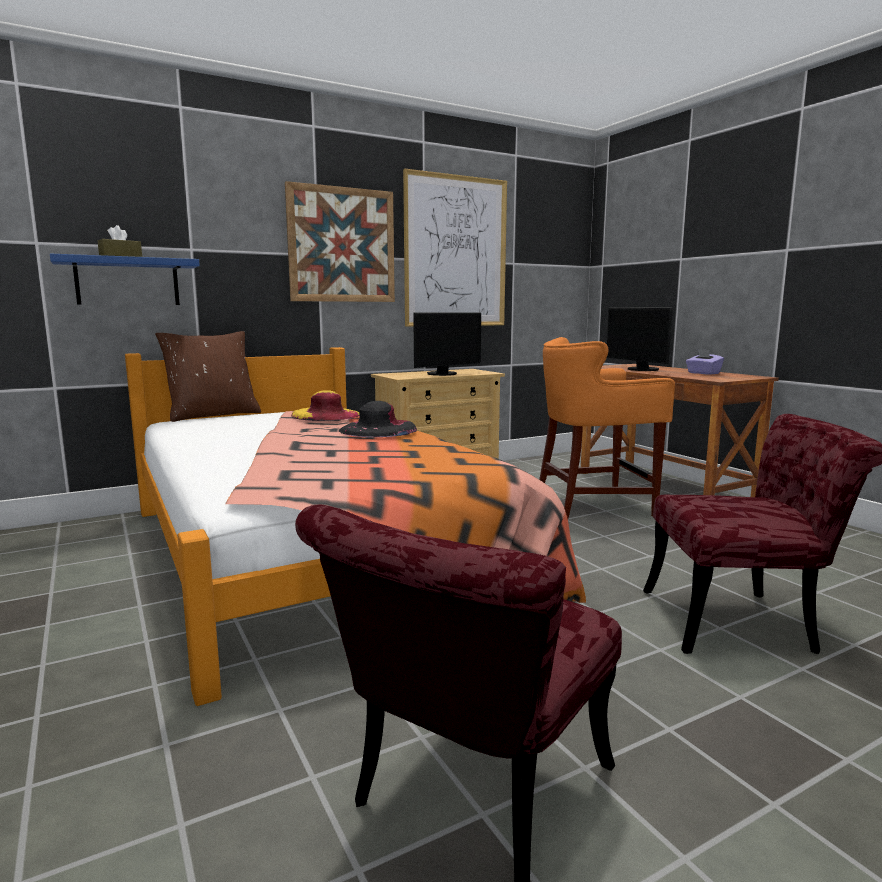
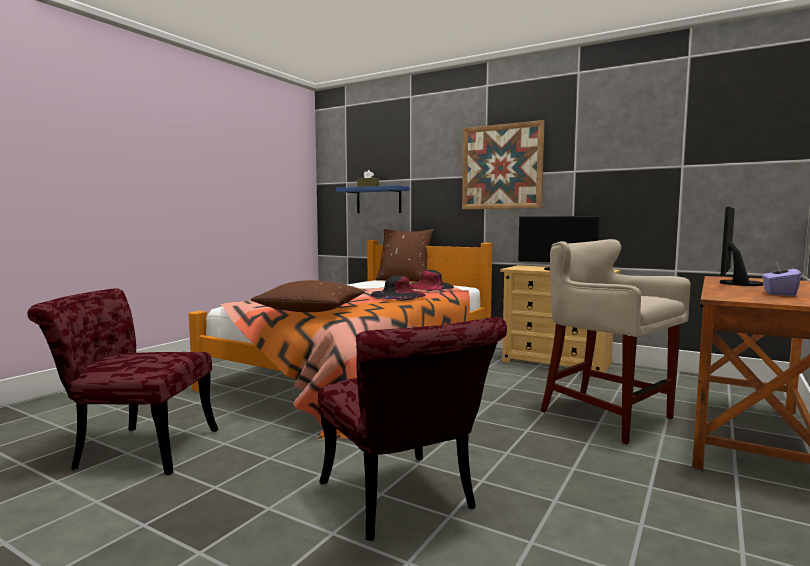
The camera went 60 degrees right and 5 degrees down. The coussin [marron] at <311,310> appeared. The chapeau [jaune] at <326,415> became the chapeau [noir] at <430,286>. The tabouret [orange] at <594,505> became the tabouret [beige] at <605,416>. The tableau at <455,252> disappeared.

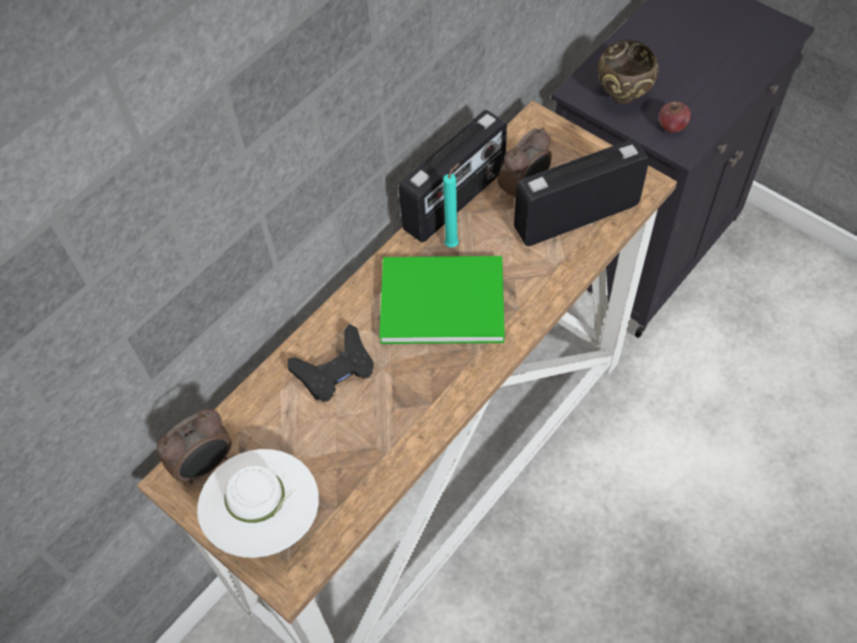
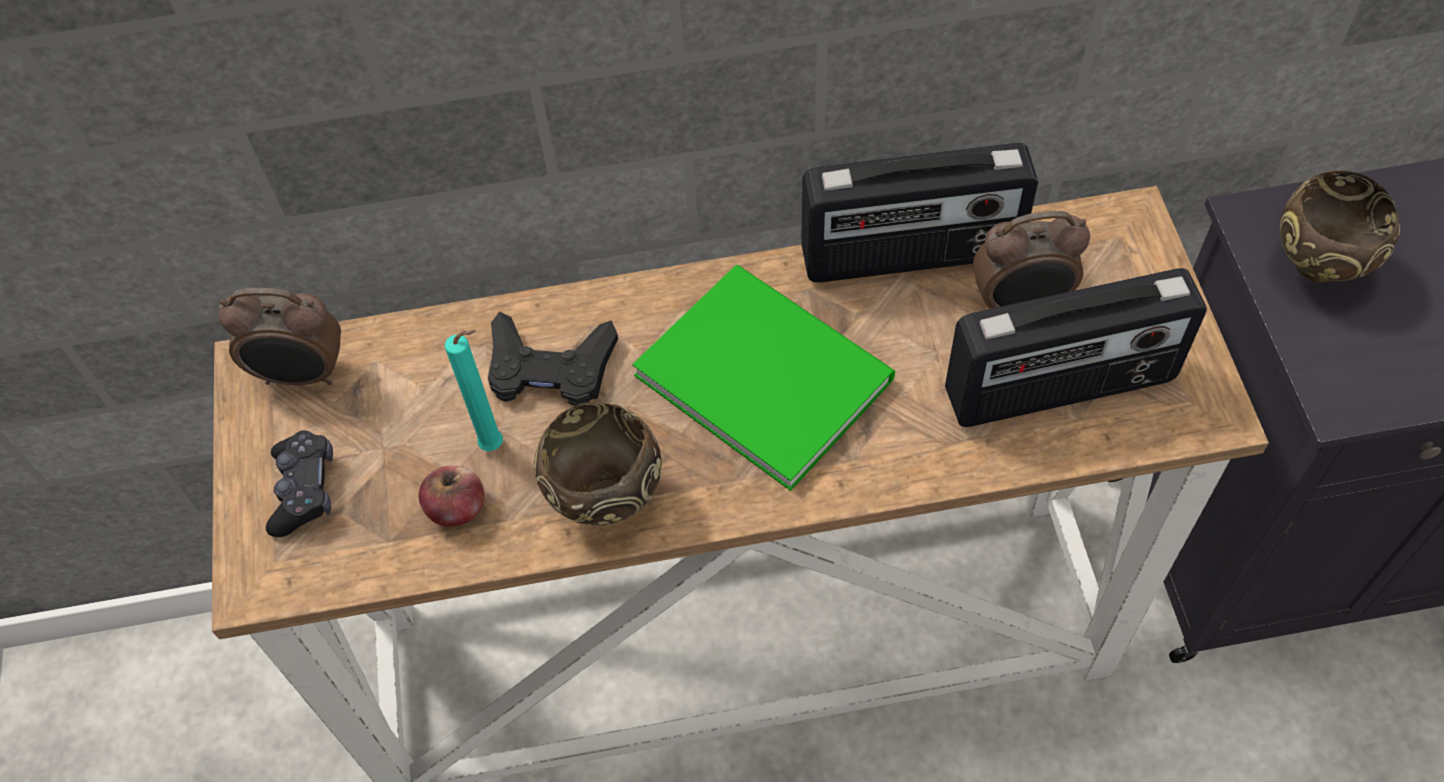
The camera went 40 degrees right and 0 degrees up. The chapeau [blanc] at <266,518> was replaced by the manette [noir] at <304,490>. The pomme moved from <672,126> to <457,508>. The bougie [turquoise] moved from <453,244> to <496,445>. The bol [marron] at <604,499> appeared. The radio at <575,216> turned 150 degrees clockwise.

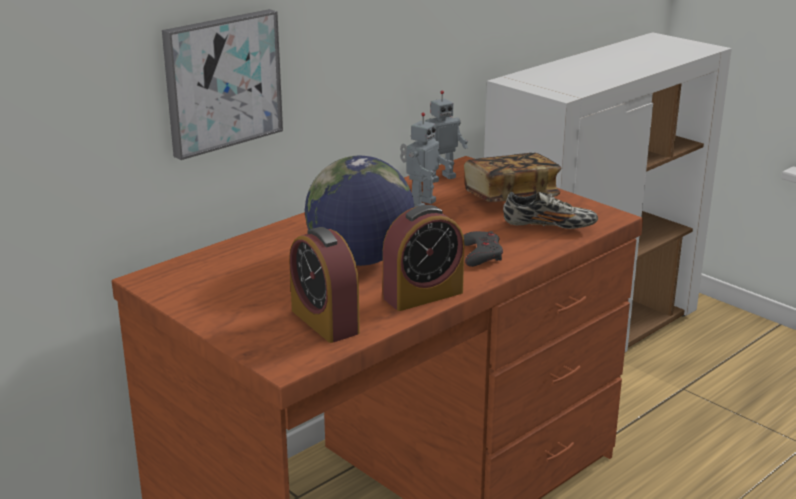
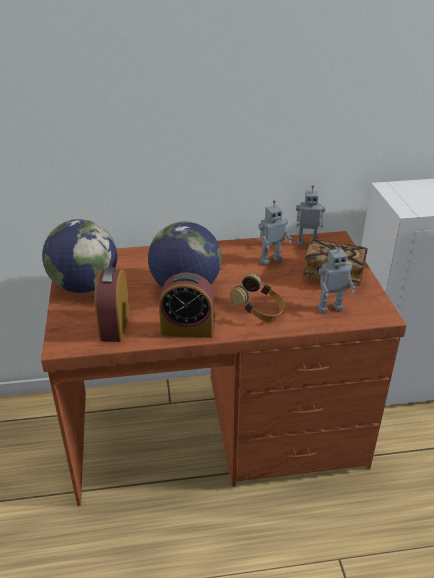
The camera went 35 degrees right and 10 degrees up. The globe at <84,286> appeared. The manette [gris] at <481,254> was replaced by the casque audio at <259,312>. The chaussure at <549,226> was replaced by the robot jouet at <329,307>. The tableau at <221,82> disappeared.

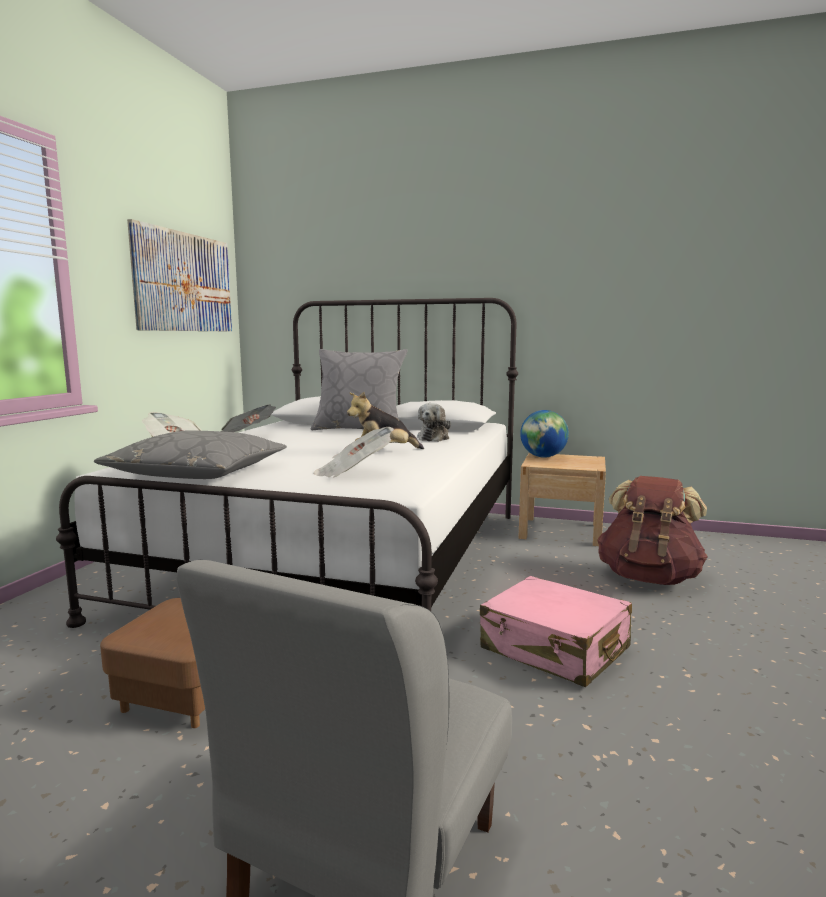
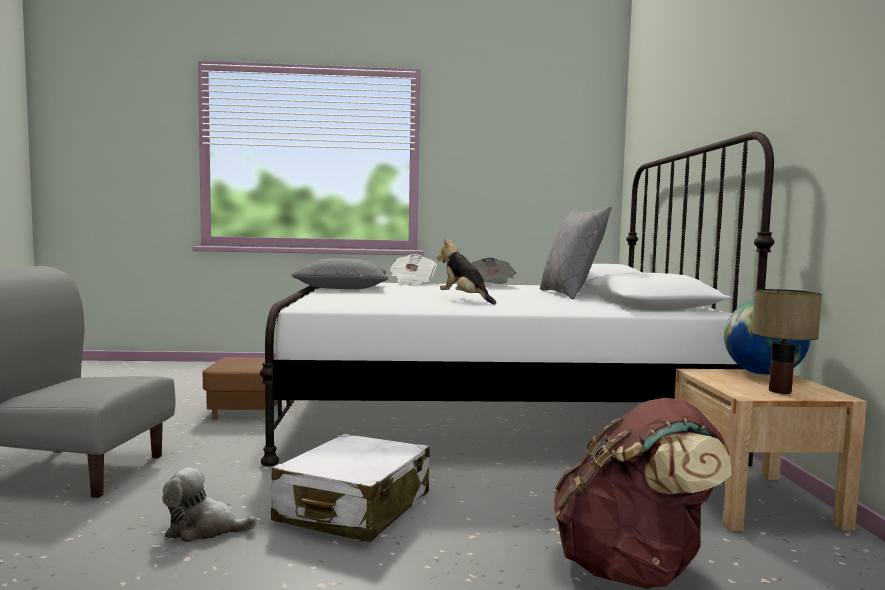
The camera went 70 degrees right and 5 degrees down. The peluche moved from <434,438> to <204,529>. The valise [rose] at <554,649> became the valise [blanc] at <354,508>. The lampe de table at <779,391> appeared. The tableau at <184,282> disappeared. The journal at <354,473> disappeared.

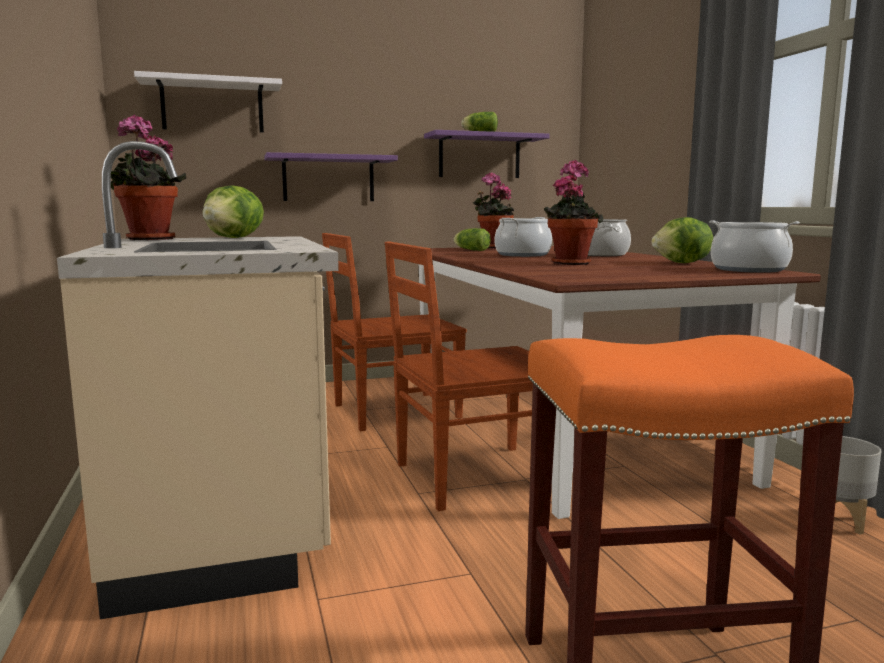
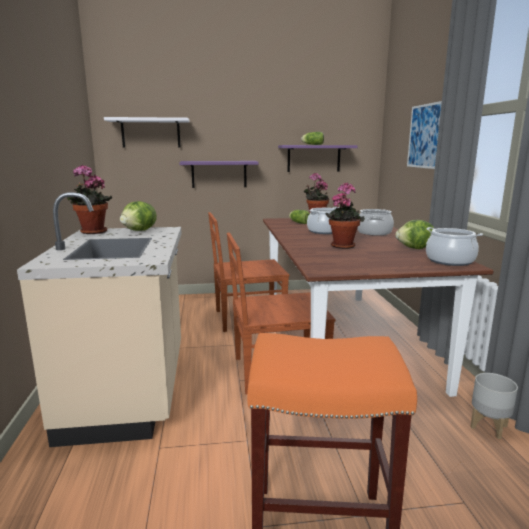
The camera went 10 degrees right and 5 degrees up. The tableau at <424,136> appeared.

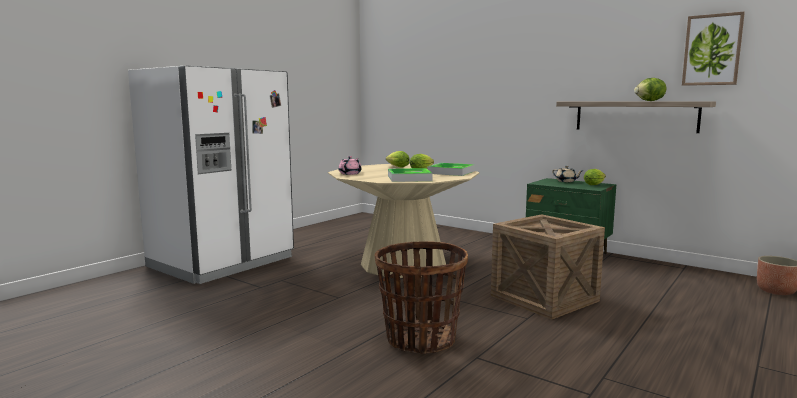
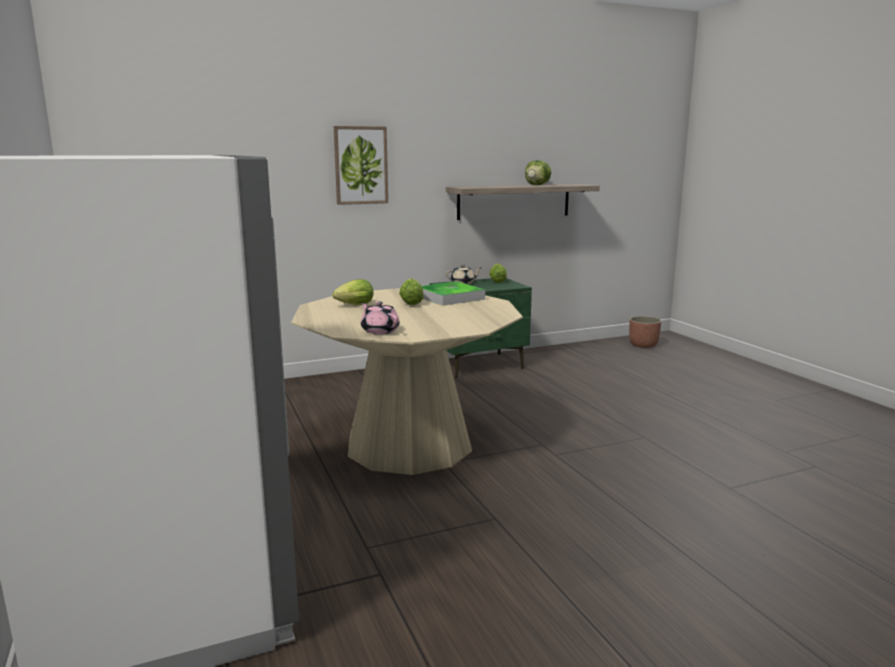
The camera went 60 degrees left and 5 degrees up. The tableau moved from <712,50> to <361,165>. The panier at <420,339> disappeared. The plateau at <409,178> disappeared. The caisse at <544,298> disappeared.

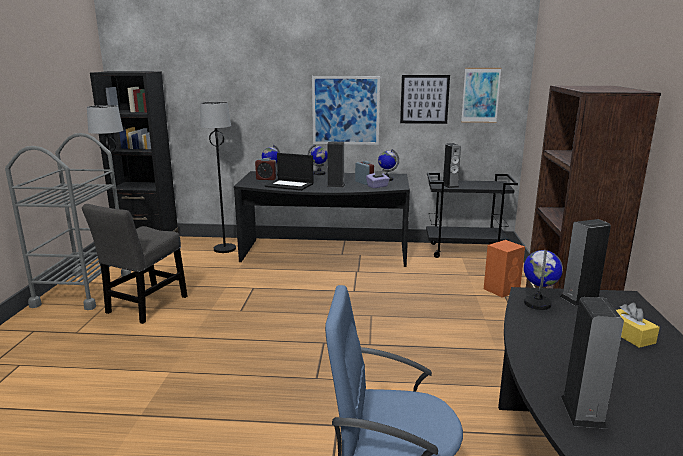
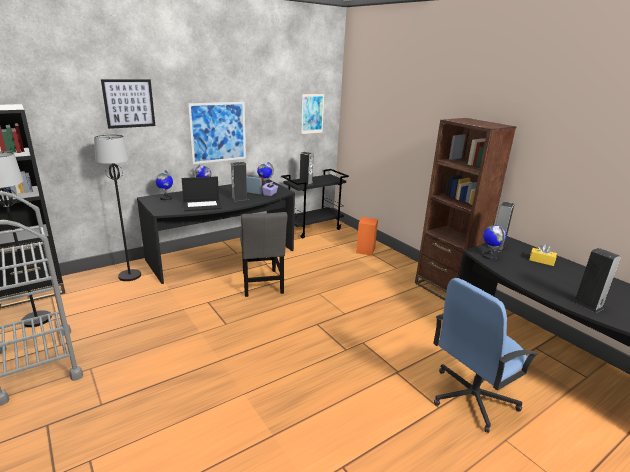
The camera went 40 degrees left and 5 degrees up. The tableau moved from <424,99> to <129,103>. The chaise [gris] moved from <144,306> to <262,284>. The réveil at <266,179> disappeared.

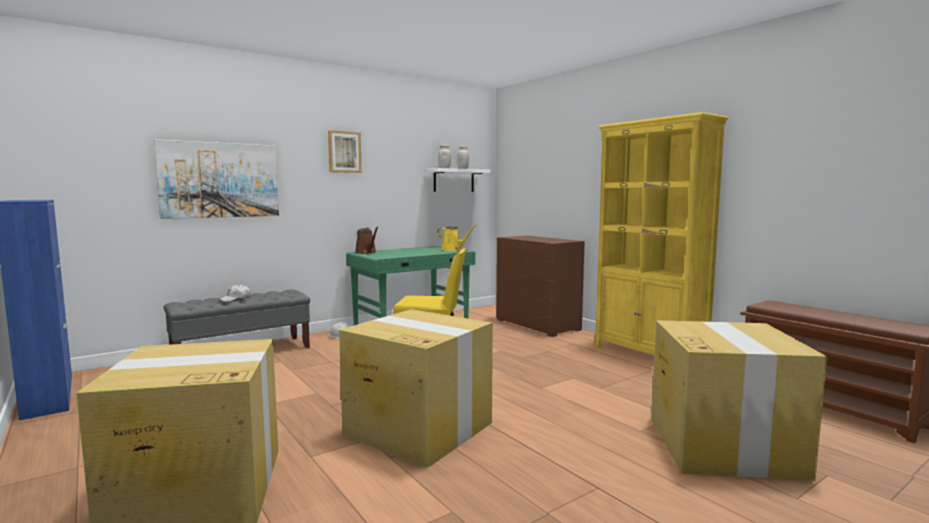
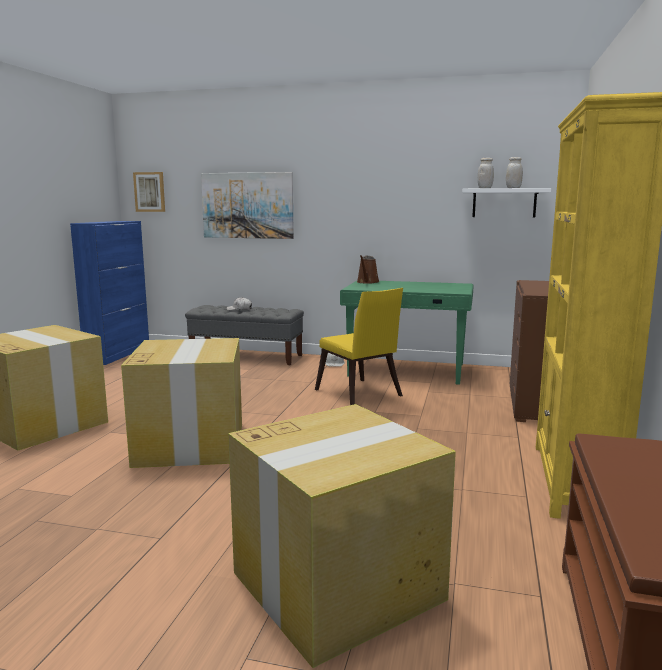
The camera went 50 degrees right and 5 degrees up. The tableau moved from <344,152> to <149,192>. The arrosoir [jaune] at <453,249> disappeared.

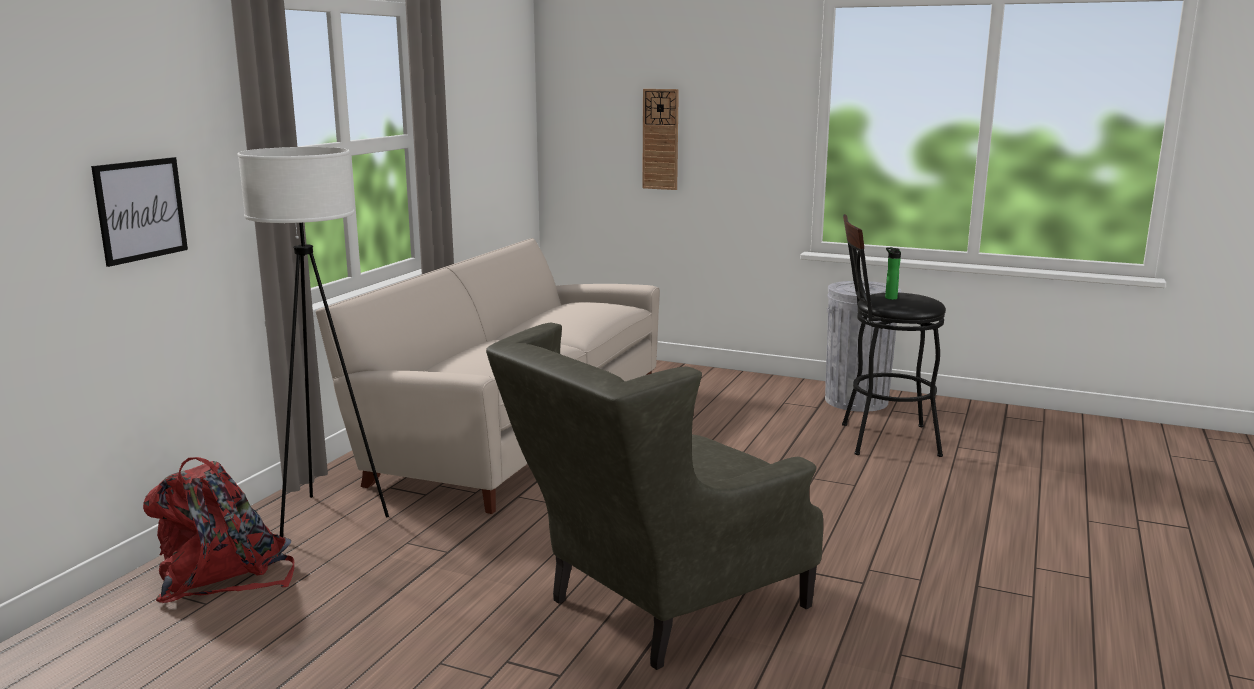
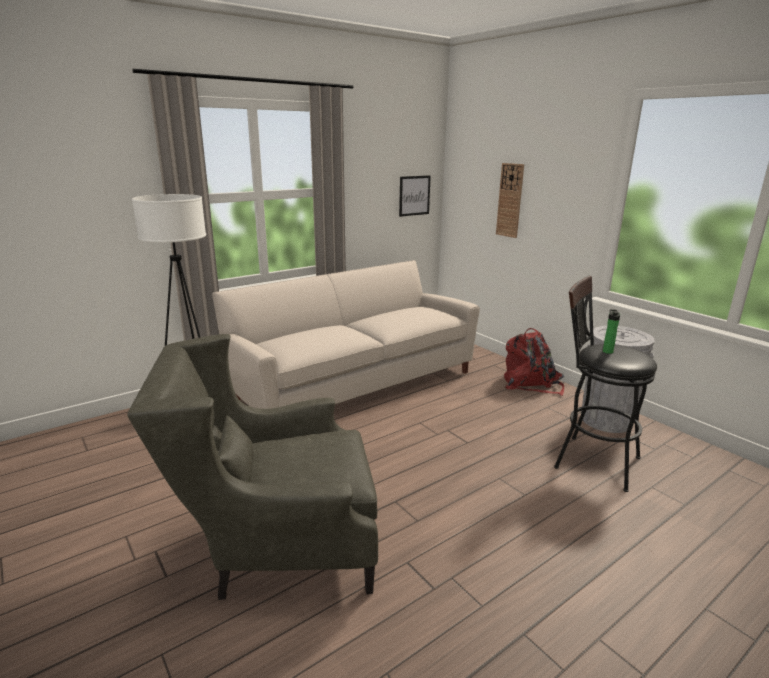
The camera went 30 degrees right and 5 degrees up. The tableau moved from <141,210> to <414,195>. The sac à dos [rouge] moved from <223,575> to <530,384>.

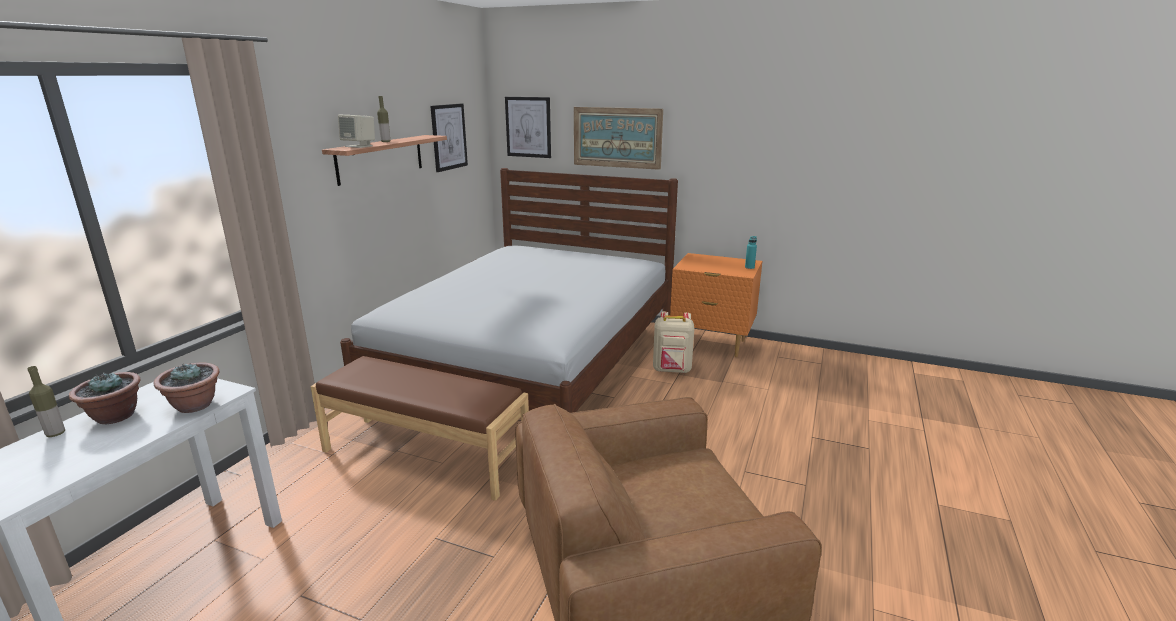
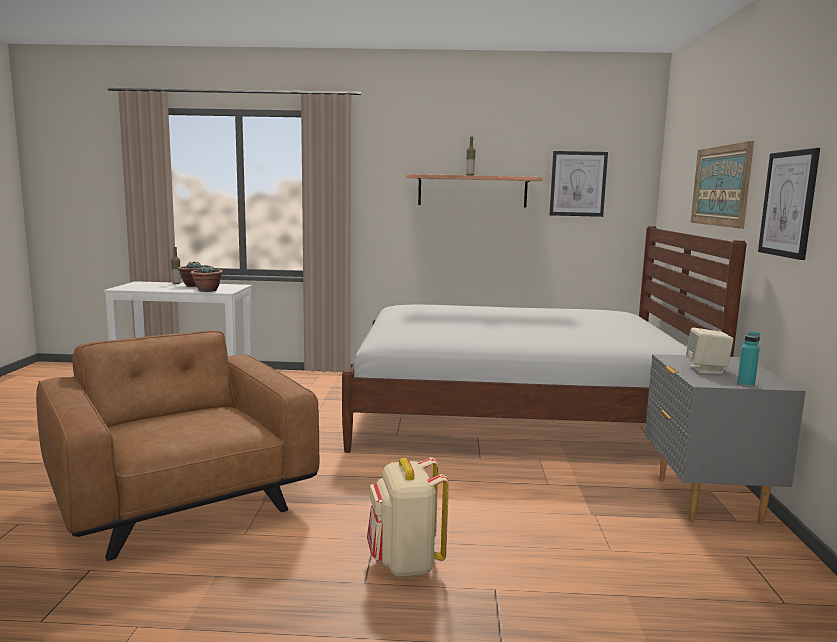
The camera went 70 degrees right and 10 degrees down. The sac à dos [beige] moved from <672,370> to <405,564>. The table de chevet [orange] at <712,344> became the table de chevet [gris] at <706,500>. The enceinte [beige] moved from <359,146> to <707,370>. The tableau moved from <528,127> to <788,204>. The banc [marron] at <426,455> disappeared.

